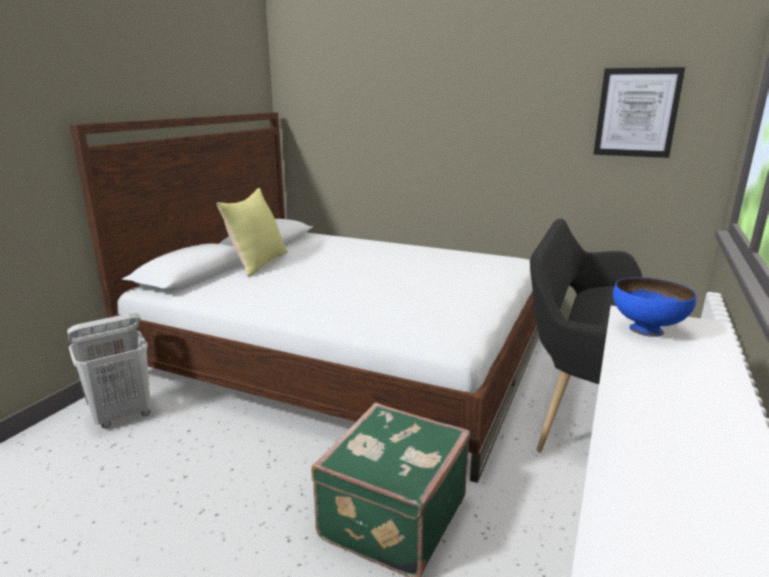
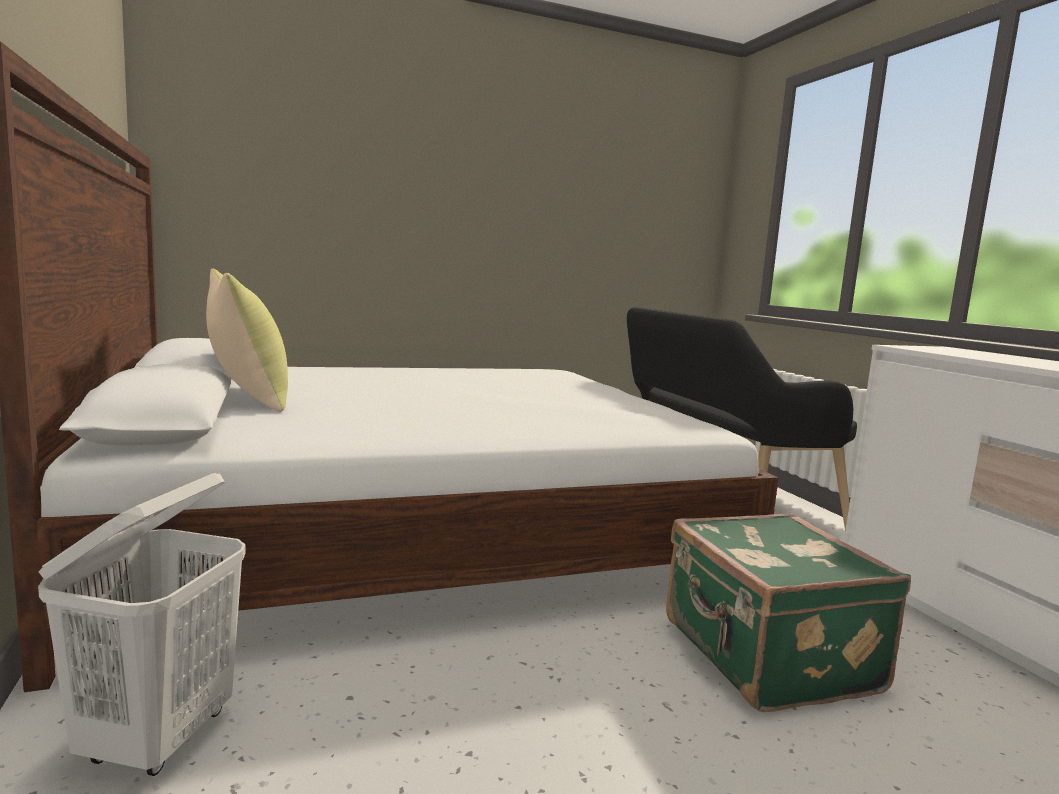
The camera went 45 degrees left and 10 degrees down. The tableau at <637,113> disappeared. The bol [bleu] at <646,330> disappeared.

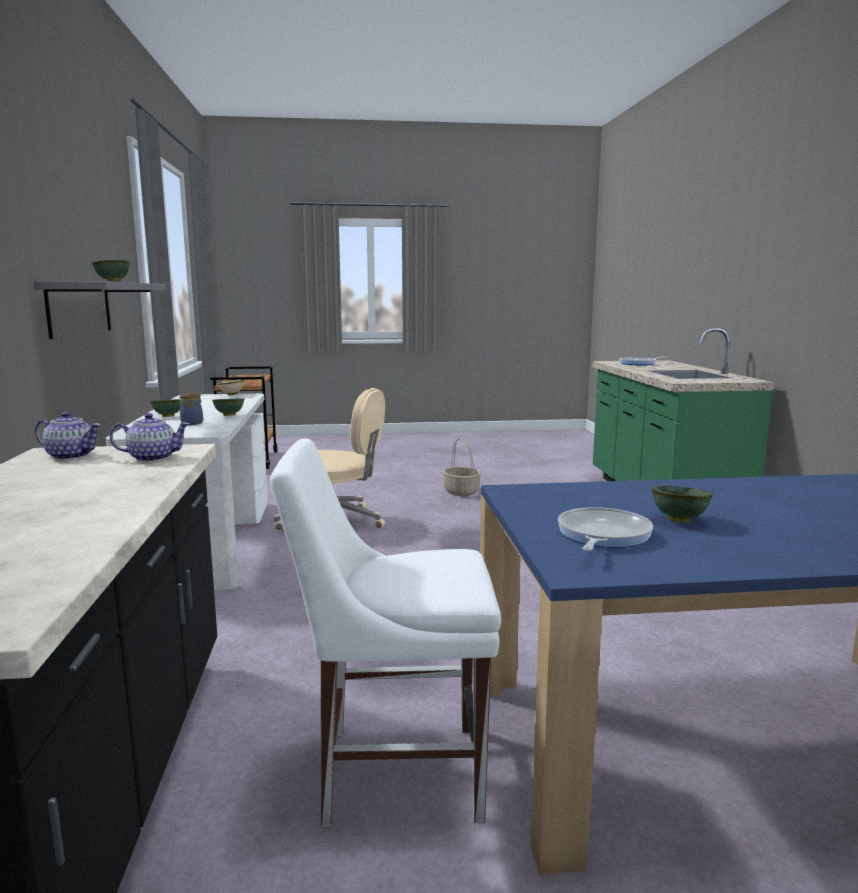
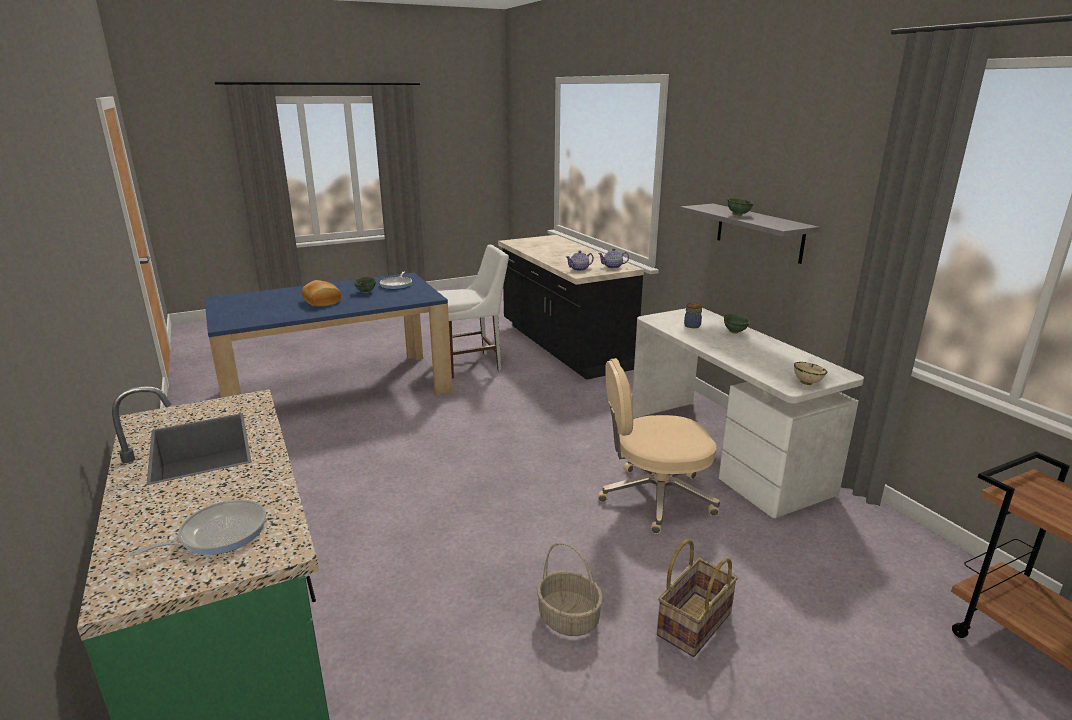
The camera went 160 degrees right and 10 degrees up. The pain at <321,301> appeared. The panier at <693,623> appeared. The bol [vert] at <228,415> disappeared.

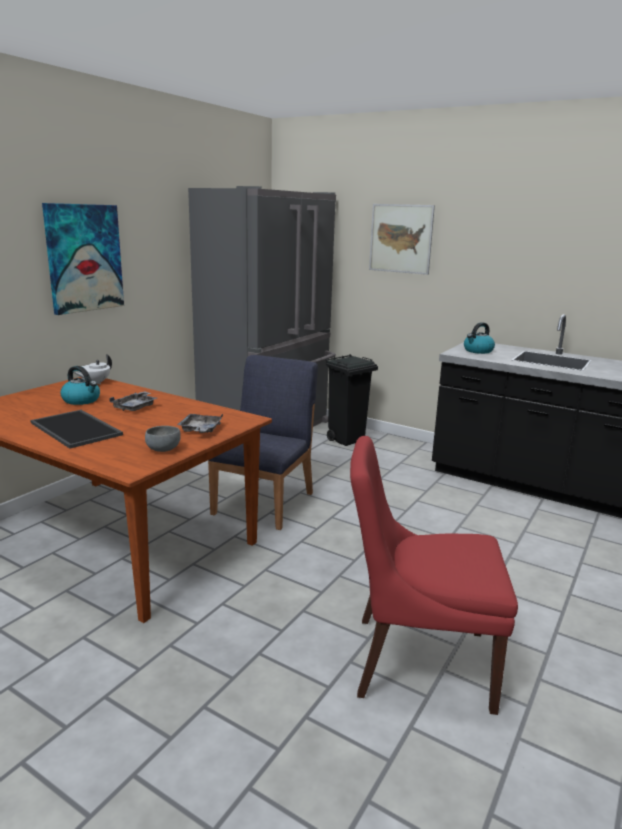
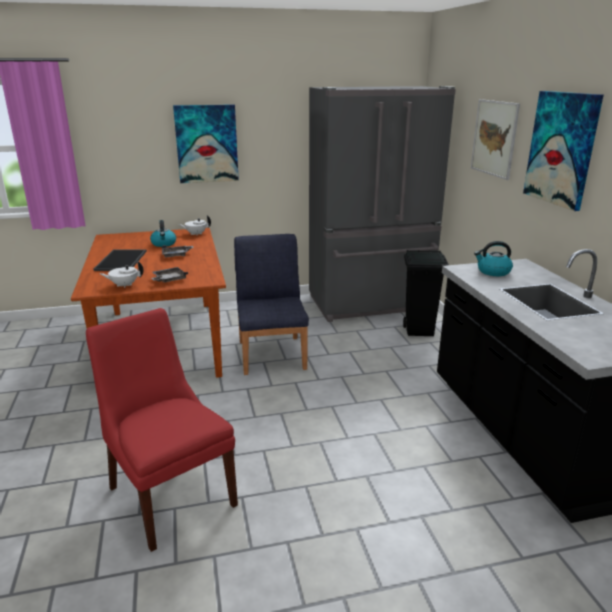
The camera went 45 degrees right and 5 degrees up. The bol [gris] at <163,450> was replaced by the théière [blanc] at <124,285>. The chaise [bleu] at <265,503> turned 75 degrees counterclockwise. The tableau at <561,149> appeared.

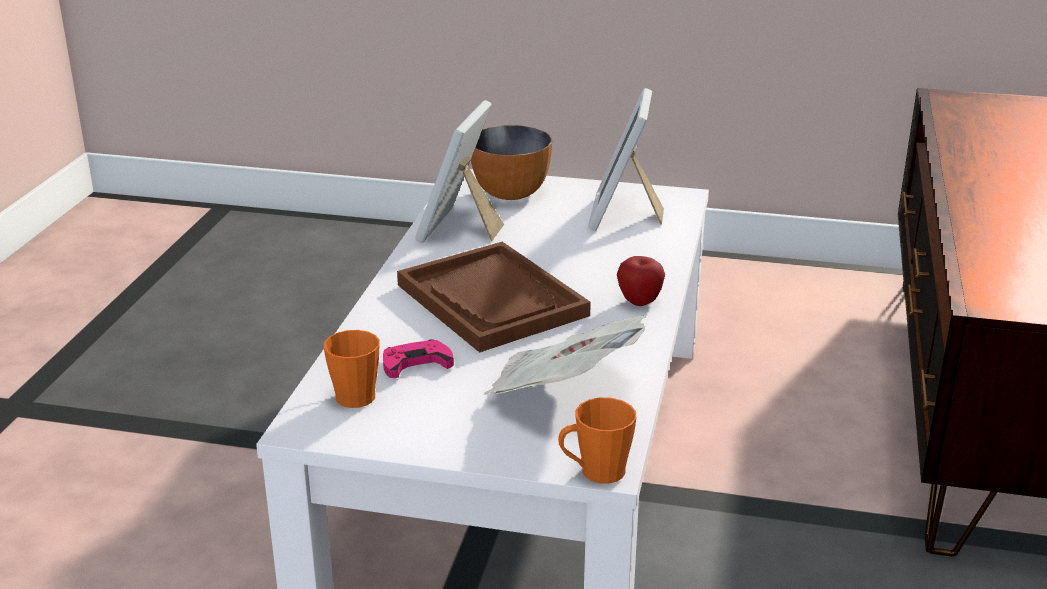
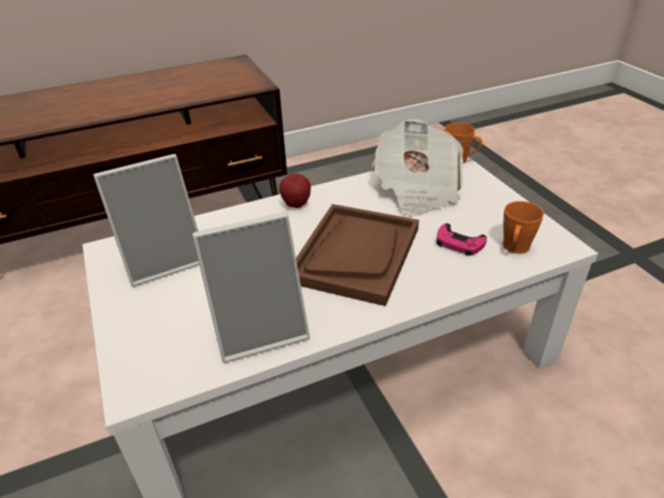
The camera went 125 degrees left and 10 degrees up. The bol at <510,194> disappeared.

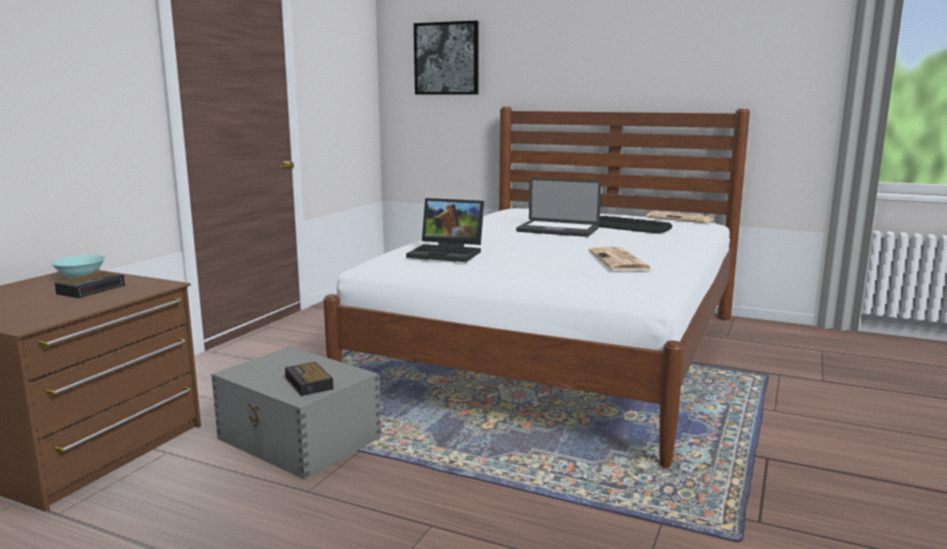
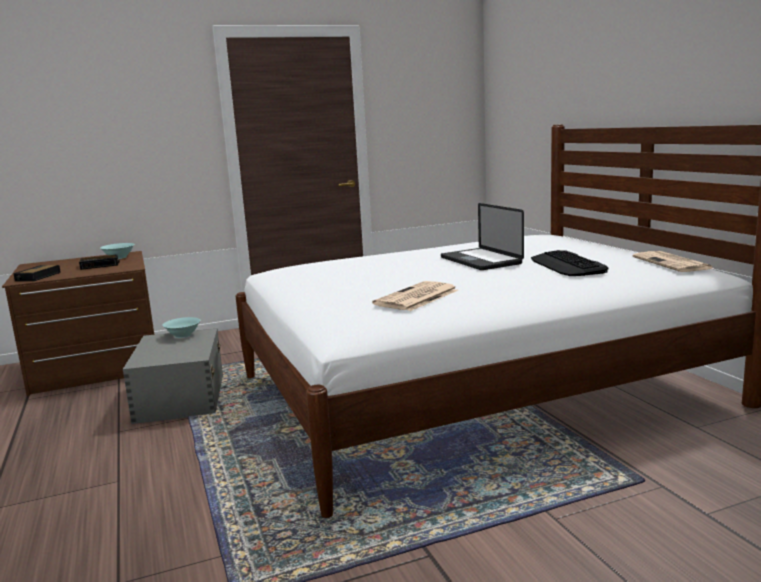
The camera went 45 degrees right and 0 degrees up. The réveil moved from <309,383> to <37,277>. The bol [turquoise] at <183,335> appeared. The ordinateur portable at <448,253> disappeared. The tableau at <447,58> disappeared.

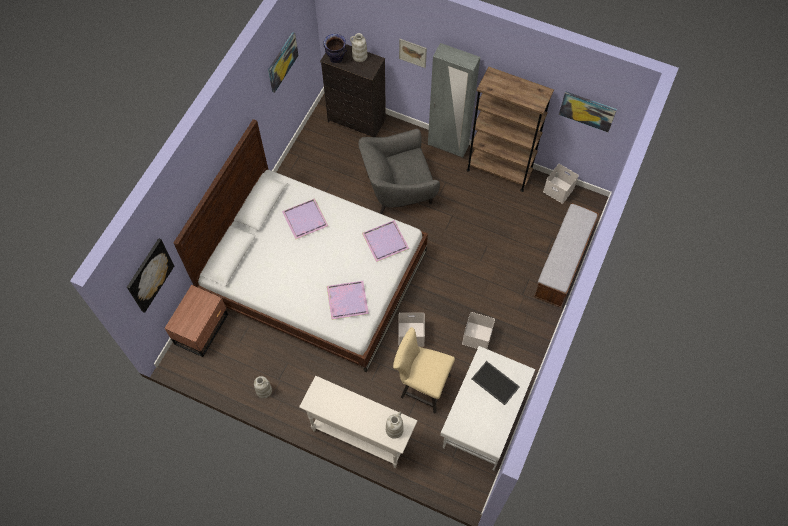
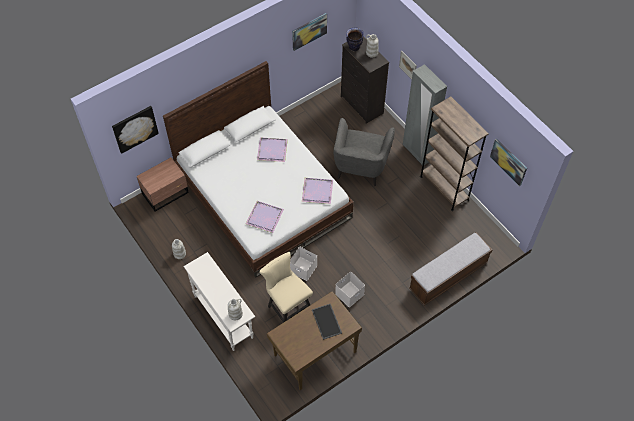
The camera went 30 degrees right and 5 degrees down. The bureau [blanc] at <482,421> became the bureau [marron] at <314,353>. The fauteuil [gris] at <398,188> turned 90 degrees counterclockwise. The boîte de rangement [blanc] at <559,189> disappeared.

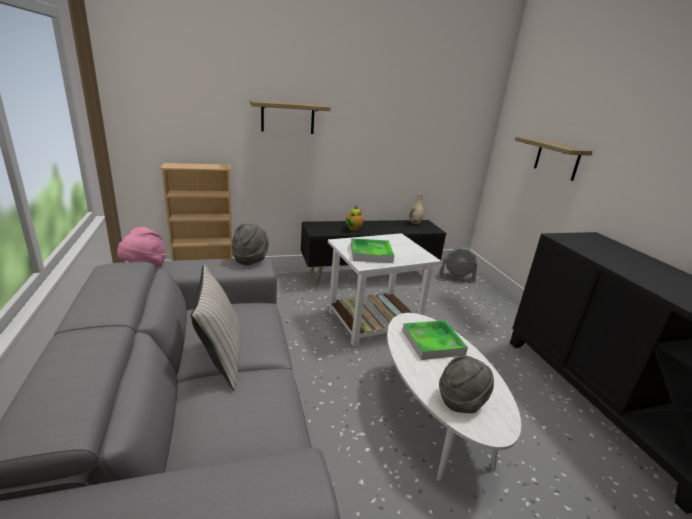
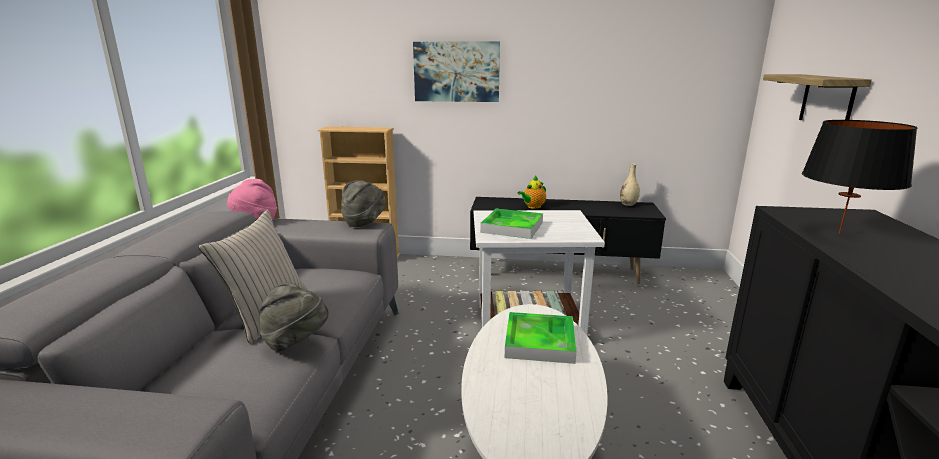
The camera went 25 degrees right and 5 degrees down. The chapeau [gris] moved from <461,400> to <296,343>. The étagère at <288,117> was replaced by the tableau at <456,71>. The lampe de table [noir] at <839,233> appeared. The ventilateur [gris] at <456,278> disappeared.

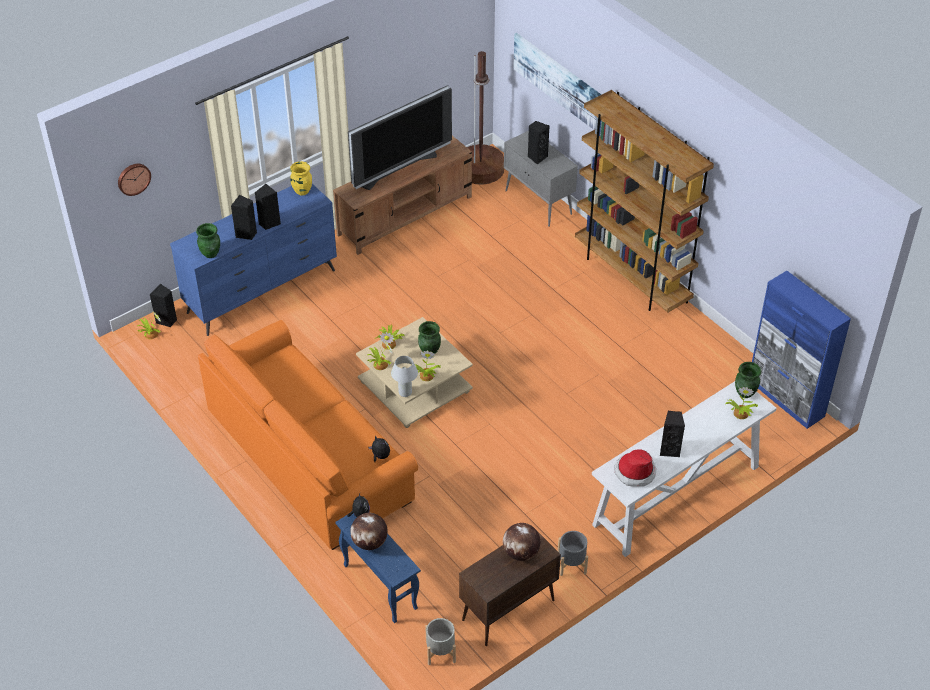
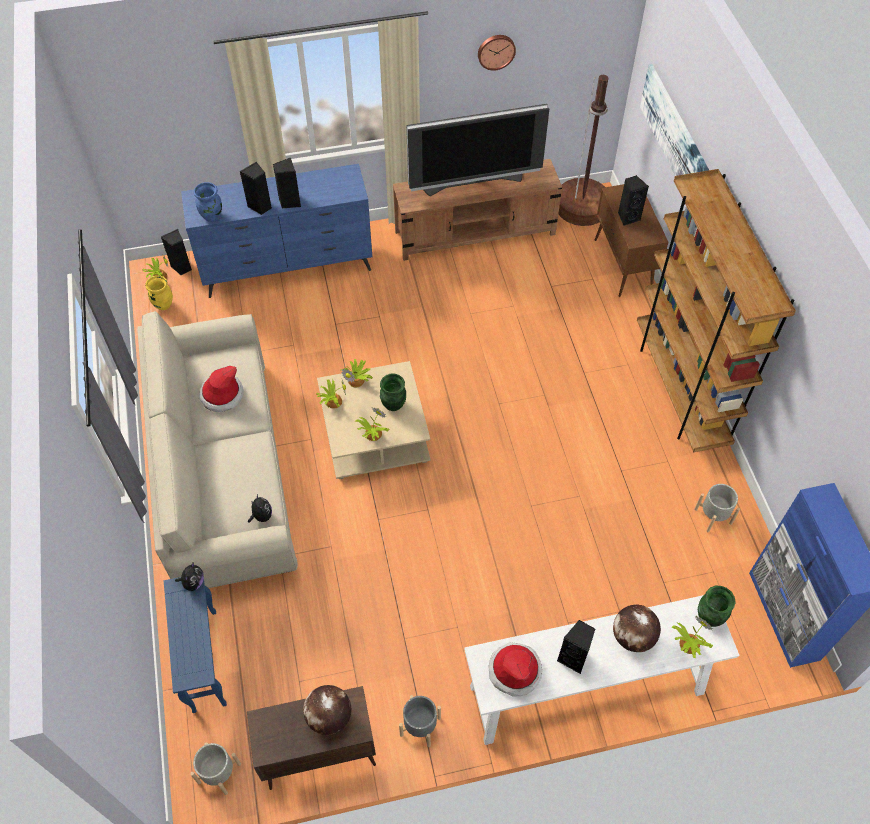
The camera went 25 degrees right and 10 degrees up. The canapé [orange] at <308,456> became the canapé [beige] at <224,471>. The vase [jaune] moved from <302,191> to <163,305>. The vase [vert] at <211,253> became the vase [bleu] at <212,216>. The chapeau at <222,395> appeared. The horloge murale moved from <133,178> to <496,51>. The meuble de rangement [gris] at <539,203> became the meuble de rangement [marron] at <623,266>. The globe moved from <370,542> to <632,637>. The cache-pot [gris] at <713,516> appeared. The lampe de table [blanc] at <405,392> disappeared.

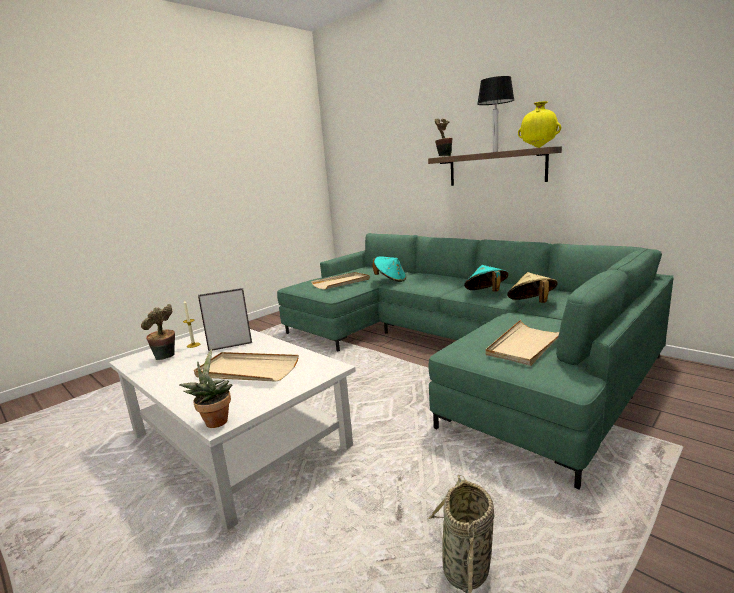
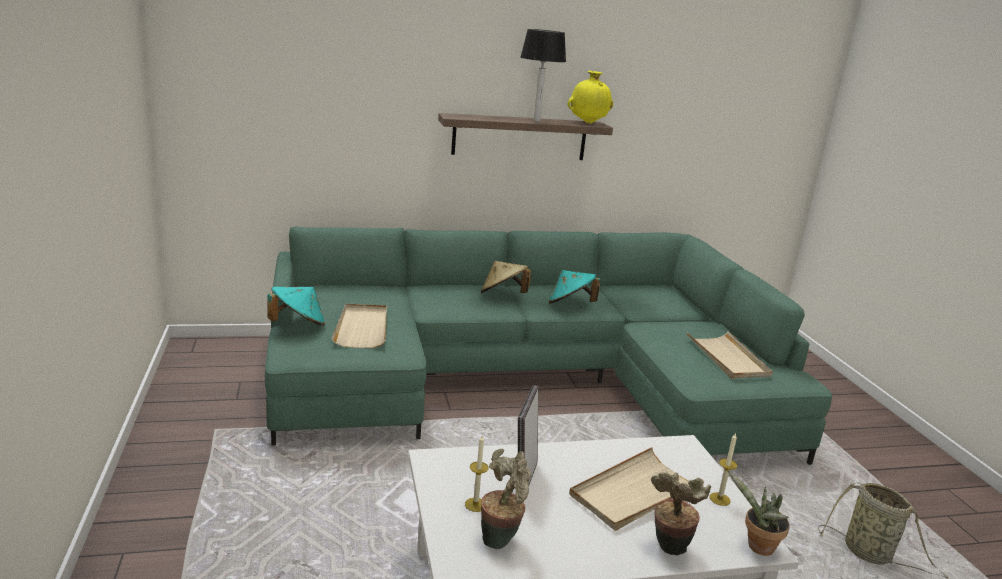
The camera went 60 degrees left and 5 degrees up. The chapeau [turquoise] moved from <390,280> to <298,324>. The chapeau [beige] moved from <531,304> to <503,295>. The plante en pot moved from <443,156> to <668,548>. The bougie at <719,499> appeared.

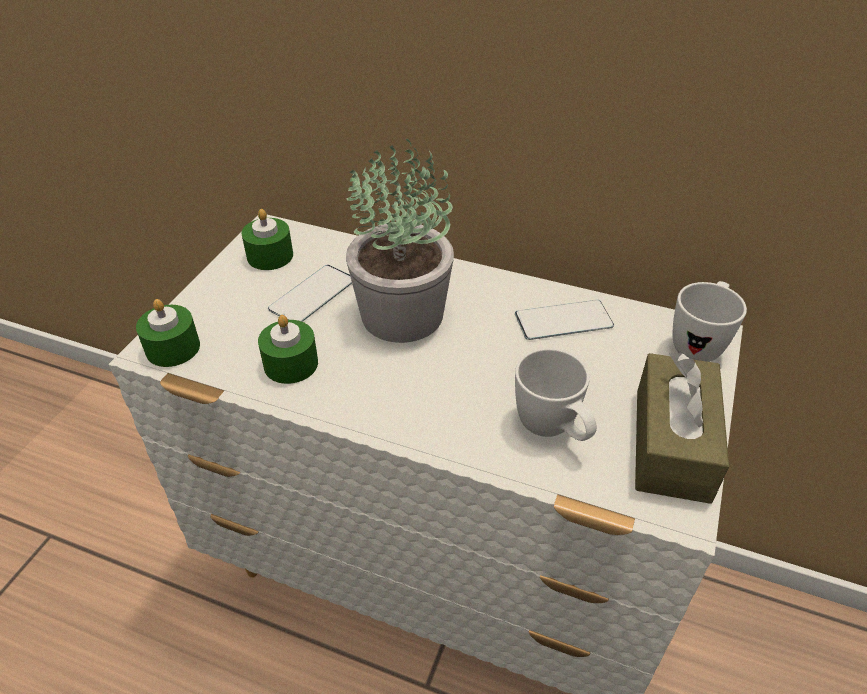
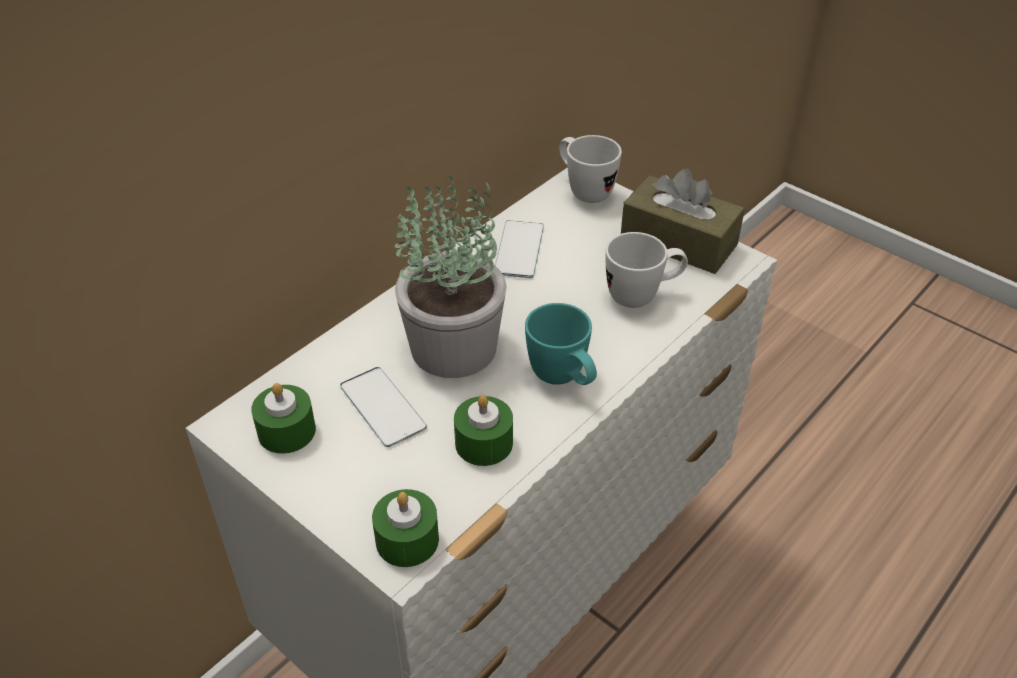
The camera went 70 degrees left and 0 degrees up. The mug [turquoise] at <563,380> appeared.

